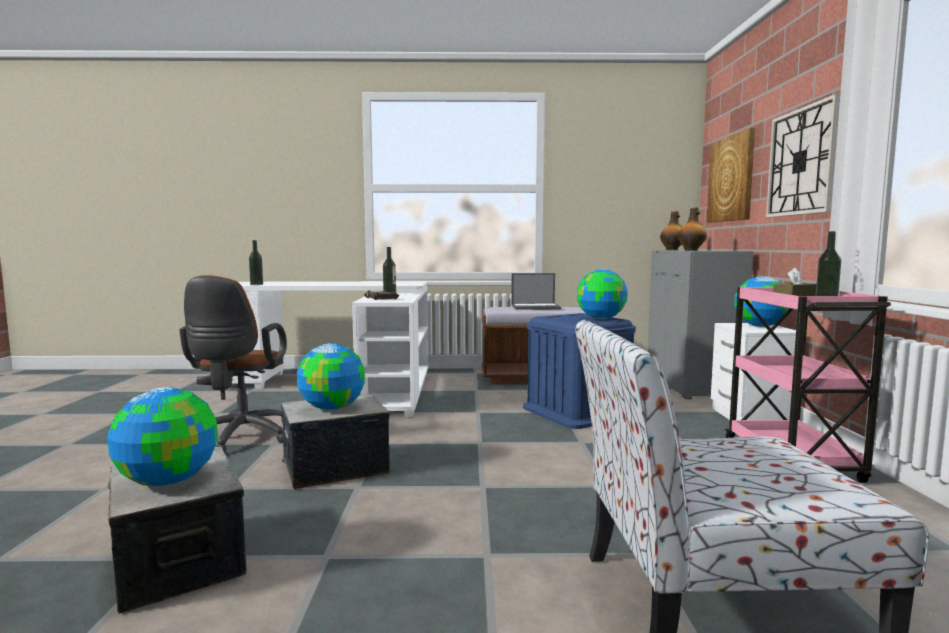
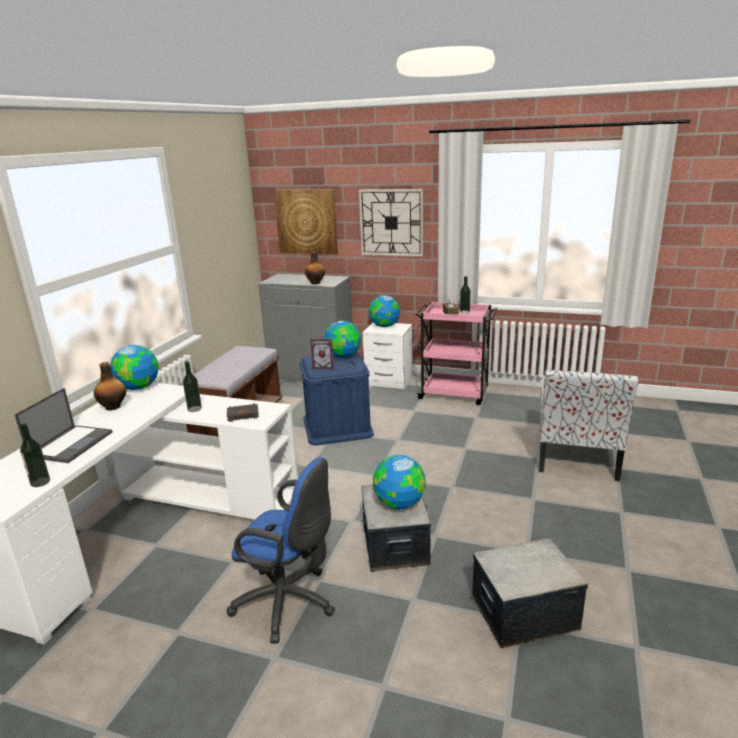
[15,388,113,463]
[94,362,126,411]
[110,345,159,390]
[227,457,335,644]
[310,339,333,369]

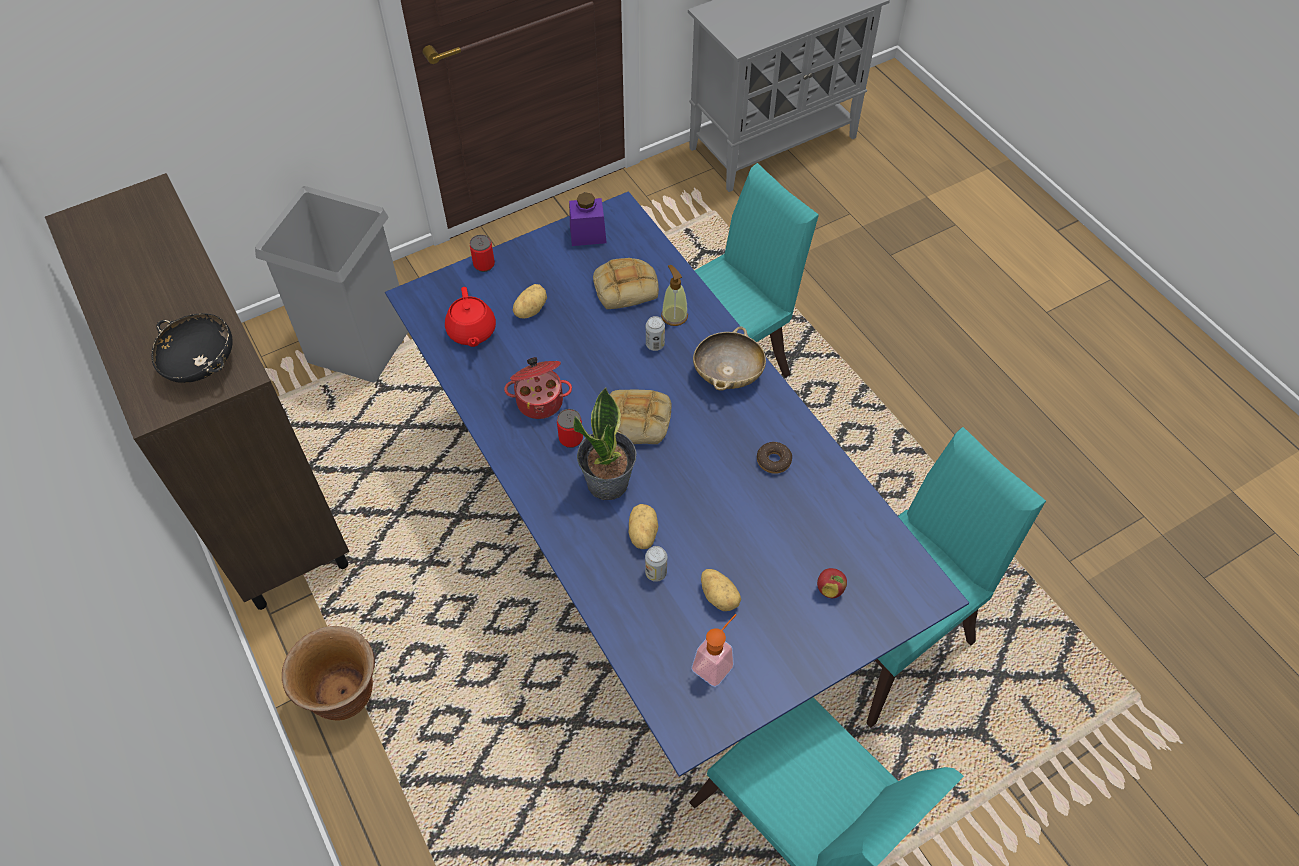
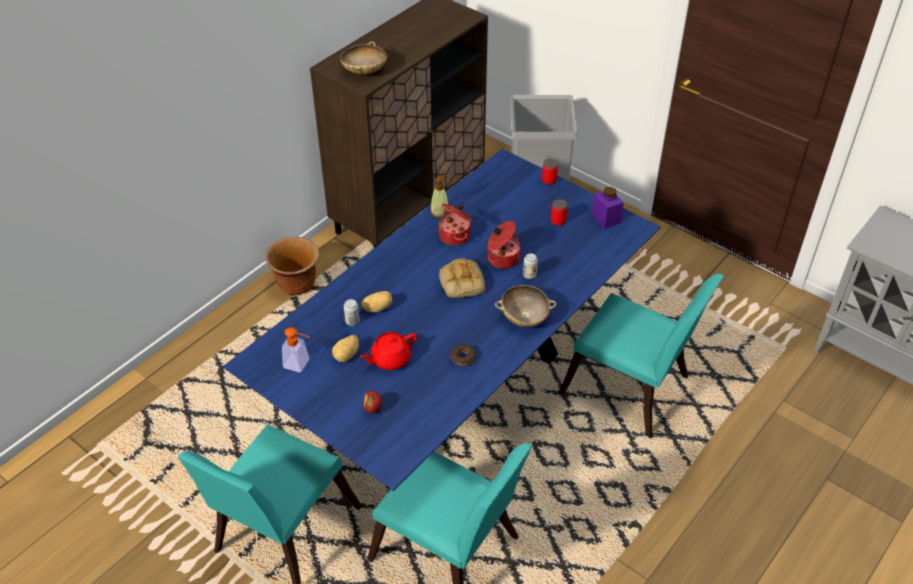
[340,41,387,74]
[360,332,417,370]
[430,175,448,218]
[488,221,521,269]
[551,199,568,226]
[513,284,547,319] (first image)
[573,387,637,500] (first image)
[593,258,659,309] (first image)

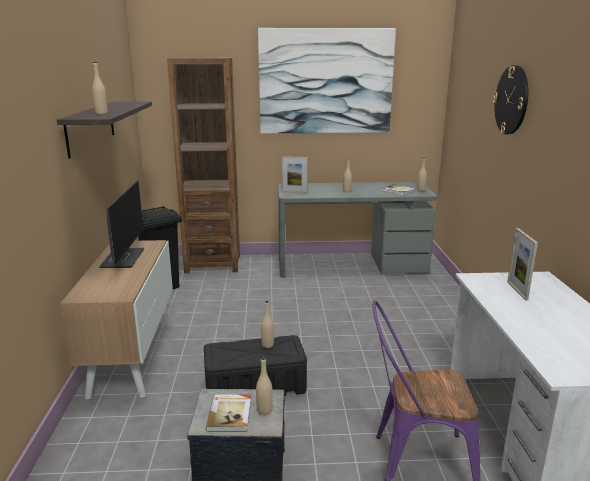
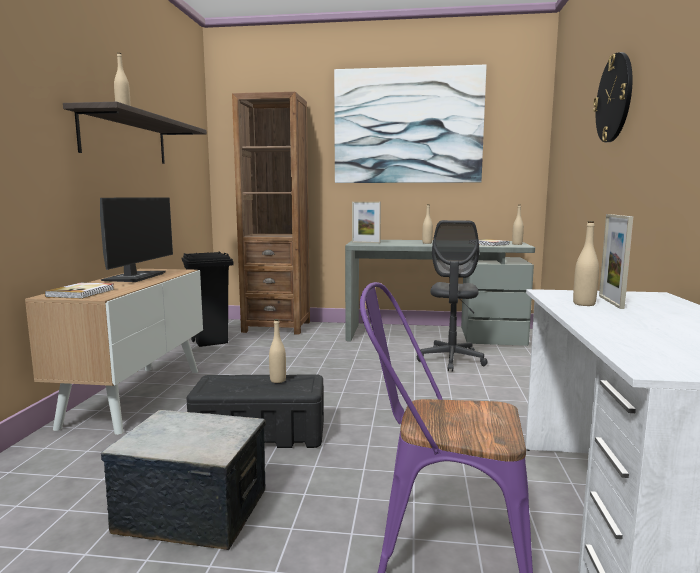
[45,283,114,299]
[417,220,488,372]
[573,221,599,306]

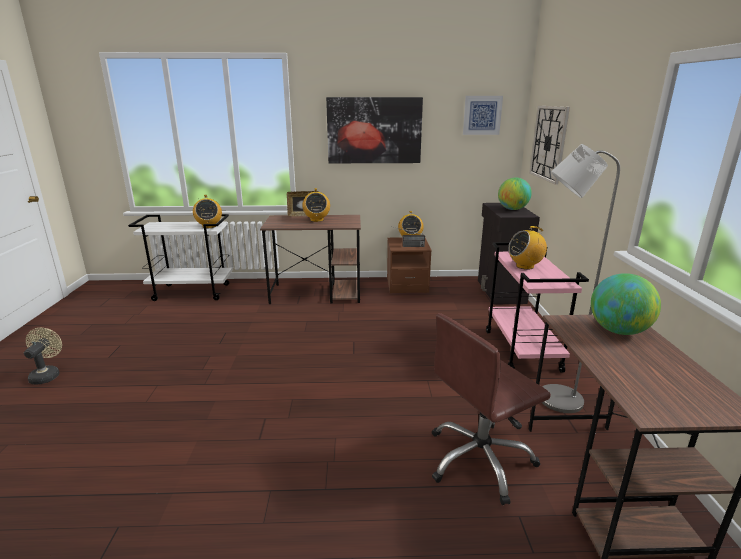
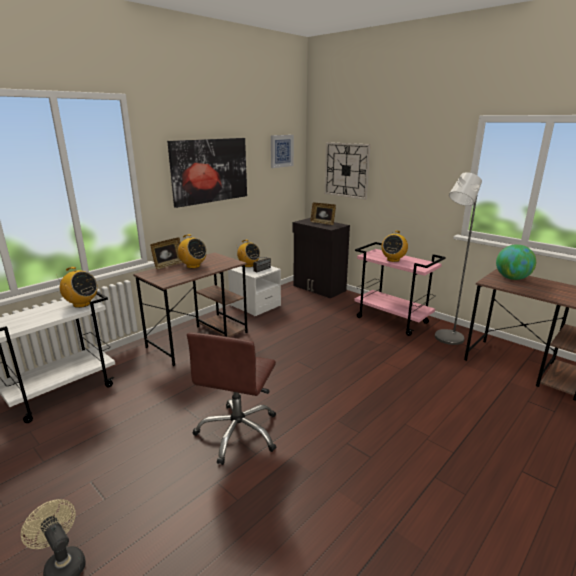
[187,332,276,465]
[228,266,281,316]
[310,202,336,225]

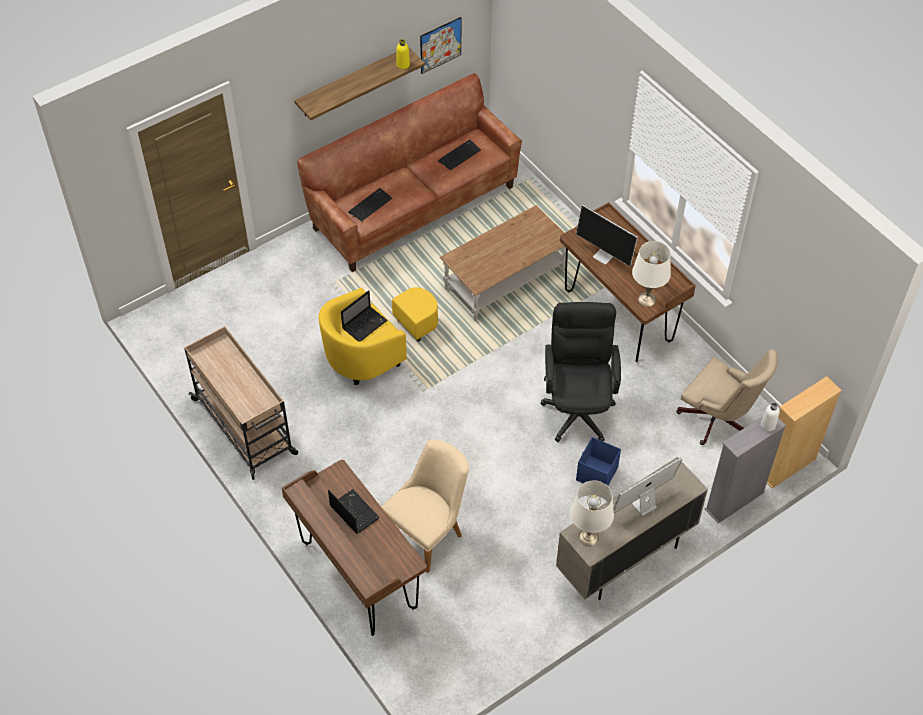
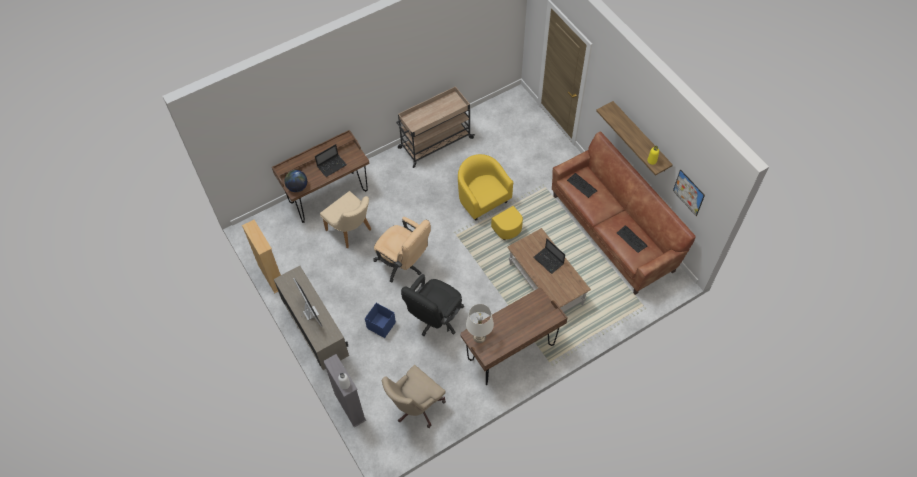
[242,220,281,293]
[284,170,307,192]
[373,217,431,283]
[401,274,464,336]
[533,239,565,274]
[570,480,614,546] (first image)
[576,205,638,266] (first image)

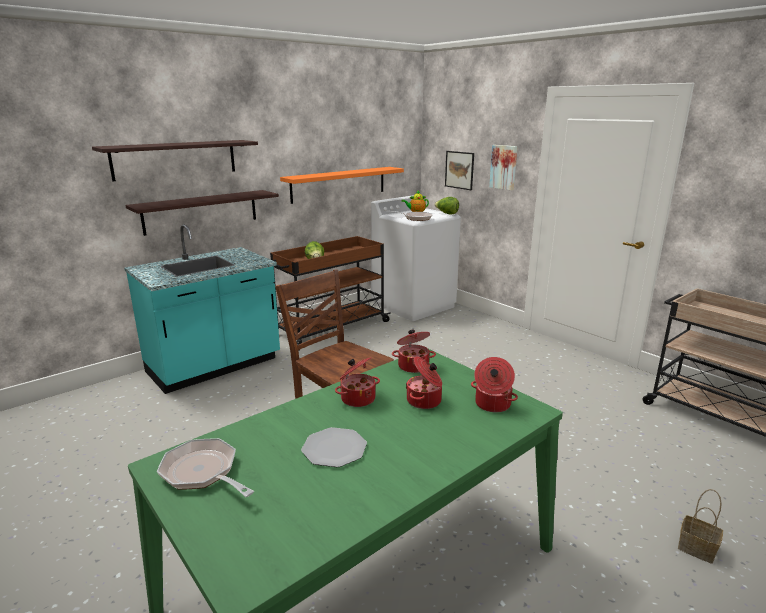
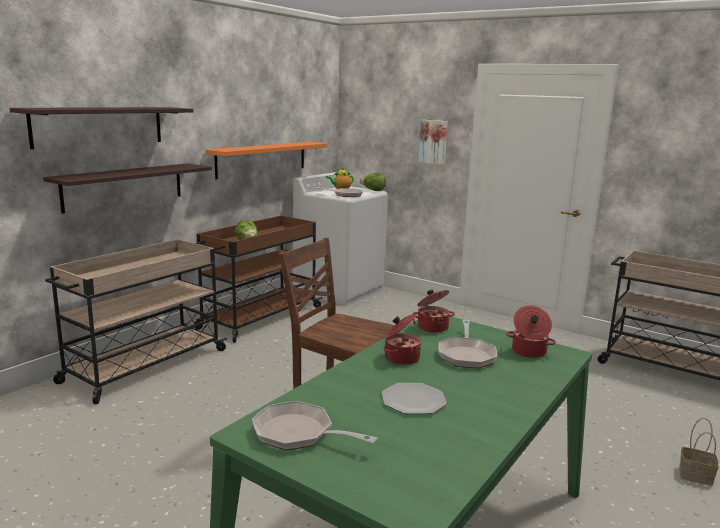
[45,239,227,404]
[438,319,497,368]
[445,151,474,190] (first image)

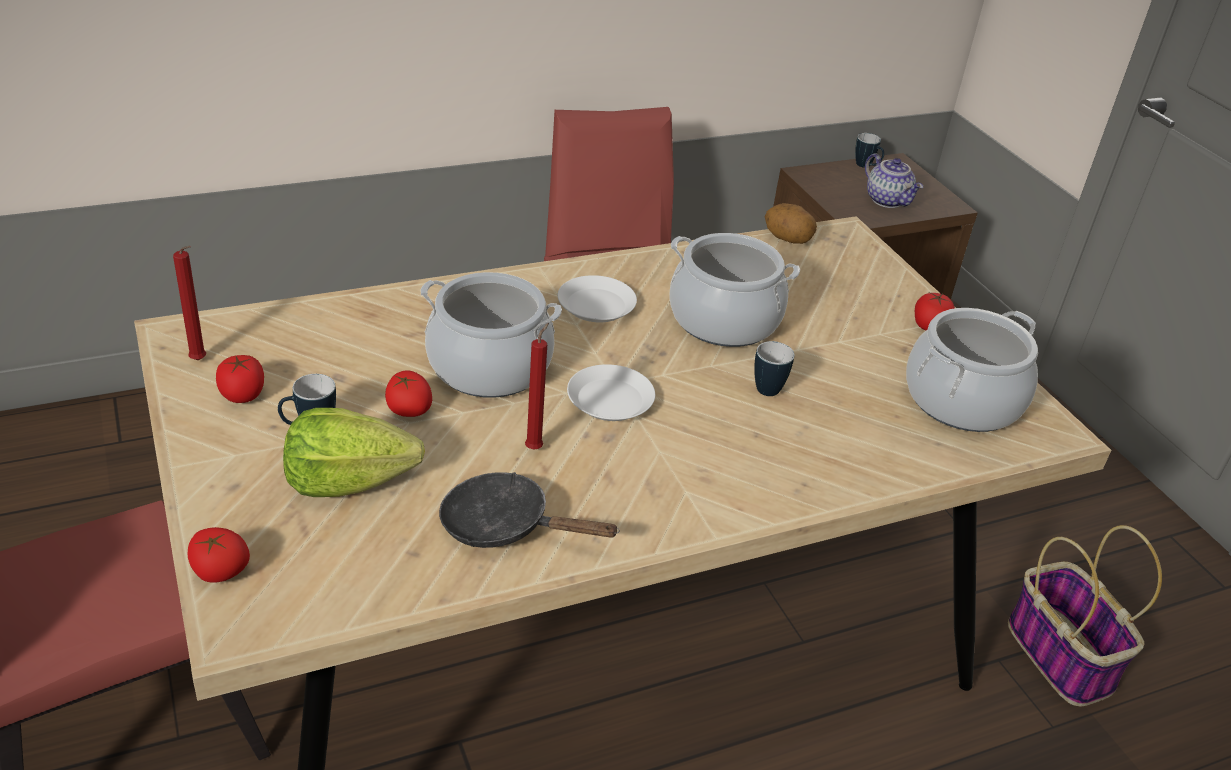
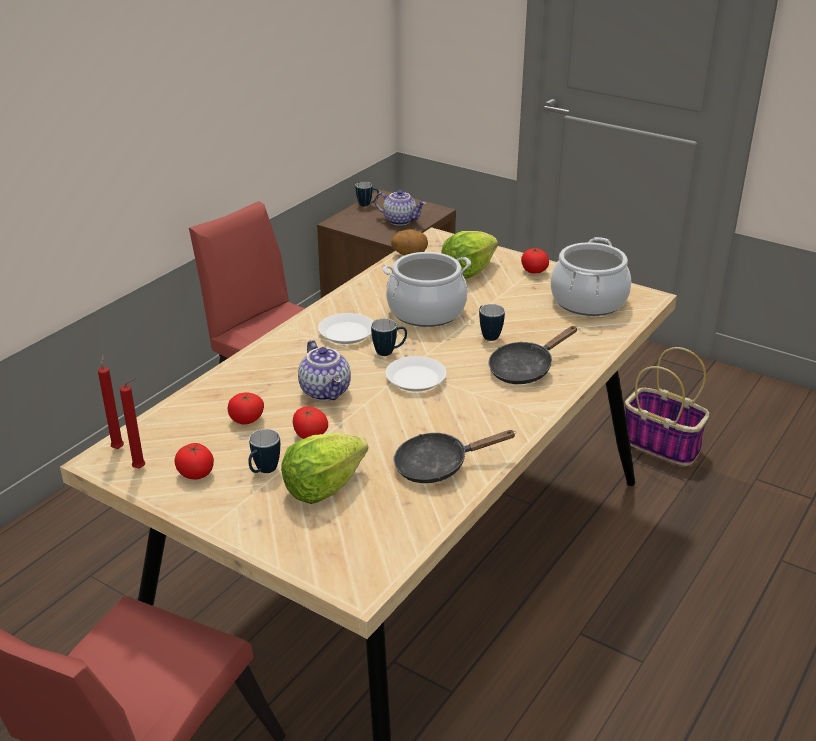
[98,354,124,449]
[228,392,264,425]
[298,340,351,401]
[371,319,407,356]
[441,231,498,279]
[488,326,578,384]

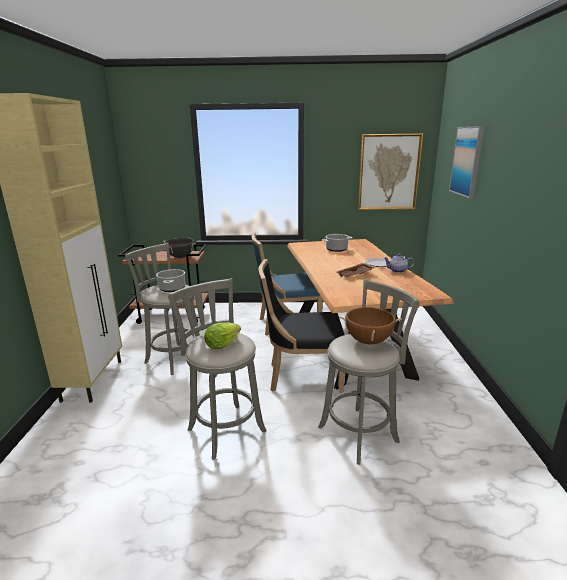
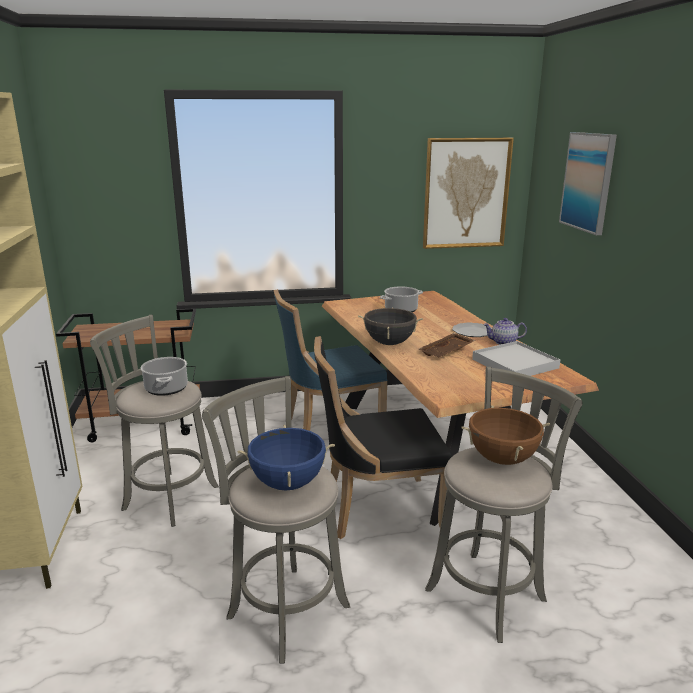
[237,425,335,490]
[358,307,423,345]
[472,341,560,376]

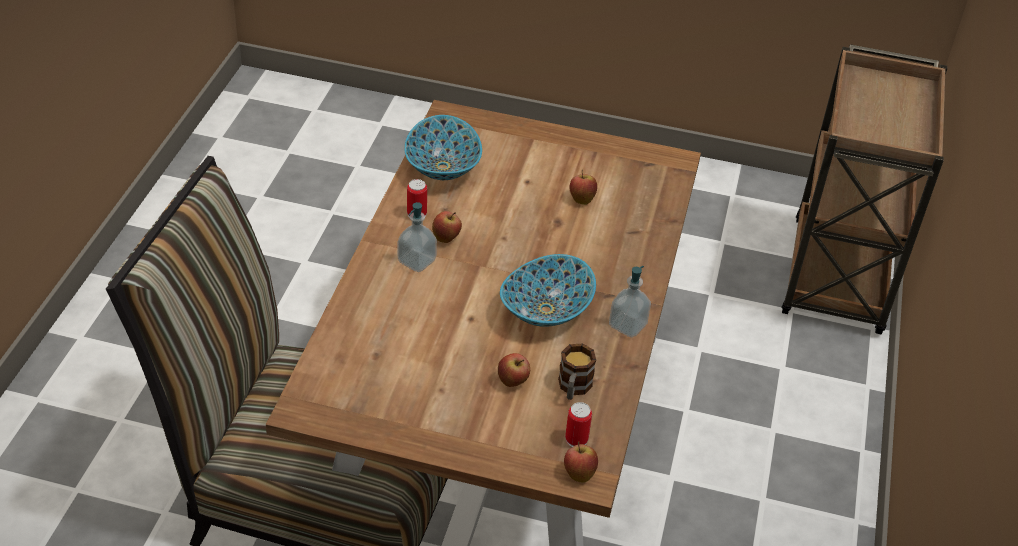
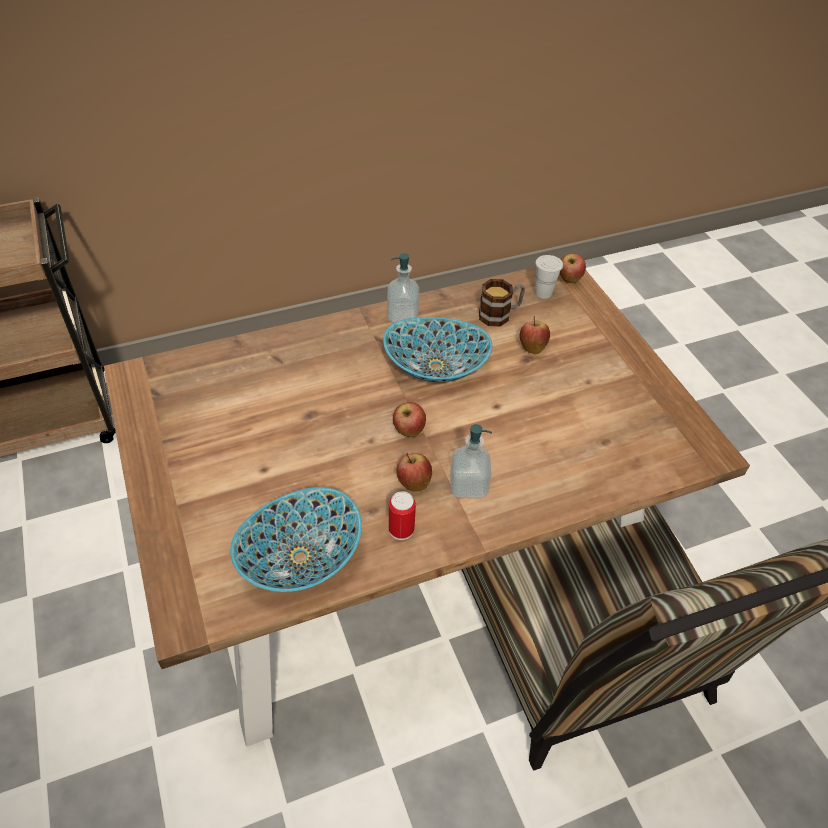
[393,402,426,437]
[535,255,563,299]

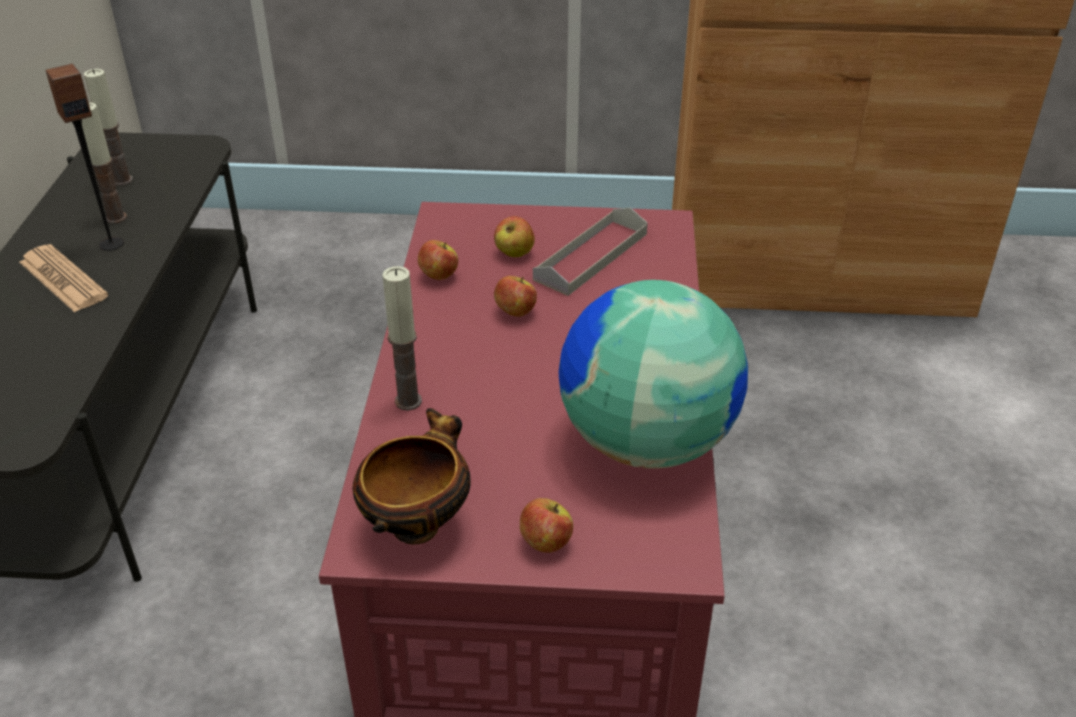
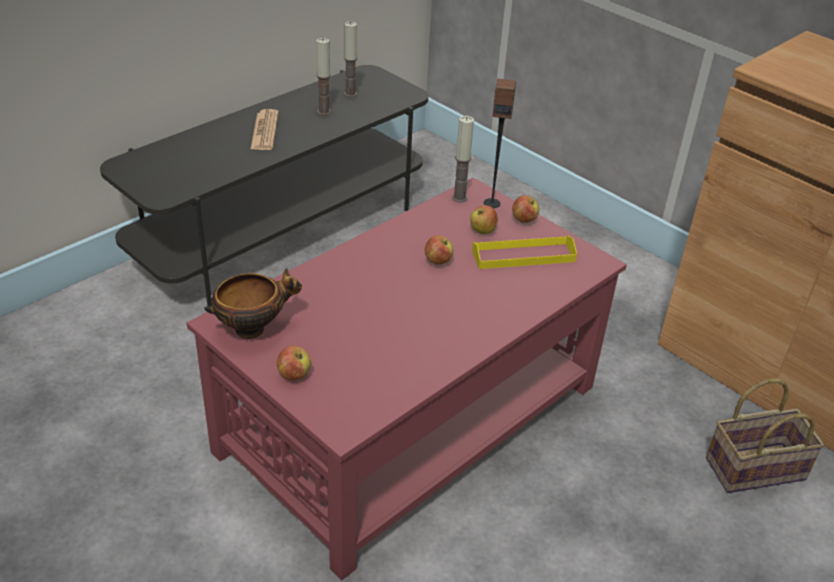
[452,116,474,202]
[472,235,577,269]
[484,79,516,208]
[512,195,539,223]
[706,378,825,493]
[559,280,748,469] (first image)

